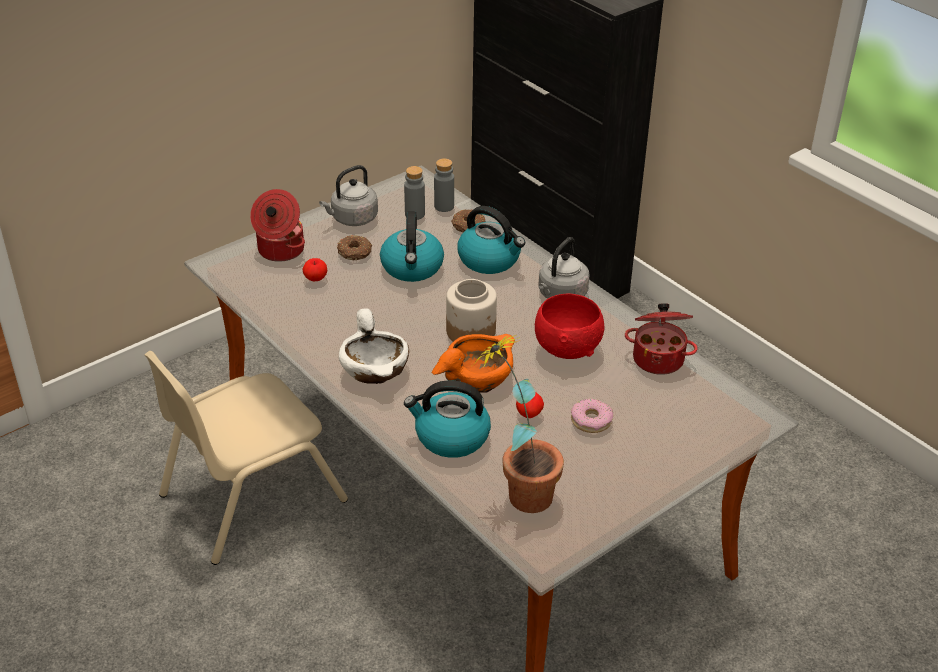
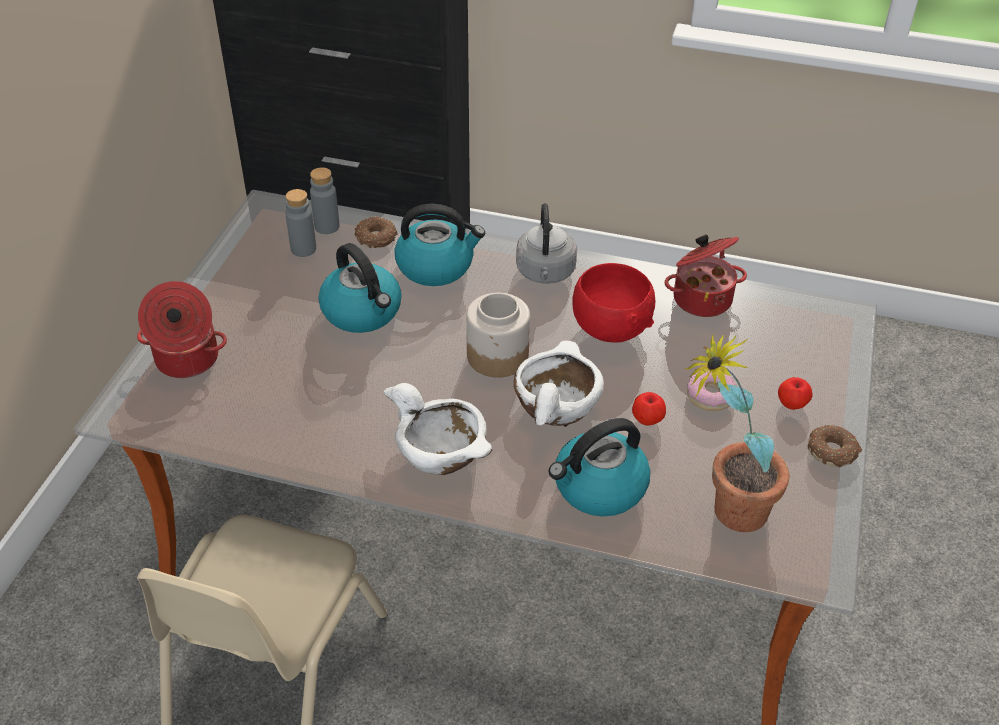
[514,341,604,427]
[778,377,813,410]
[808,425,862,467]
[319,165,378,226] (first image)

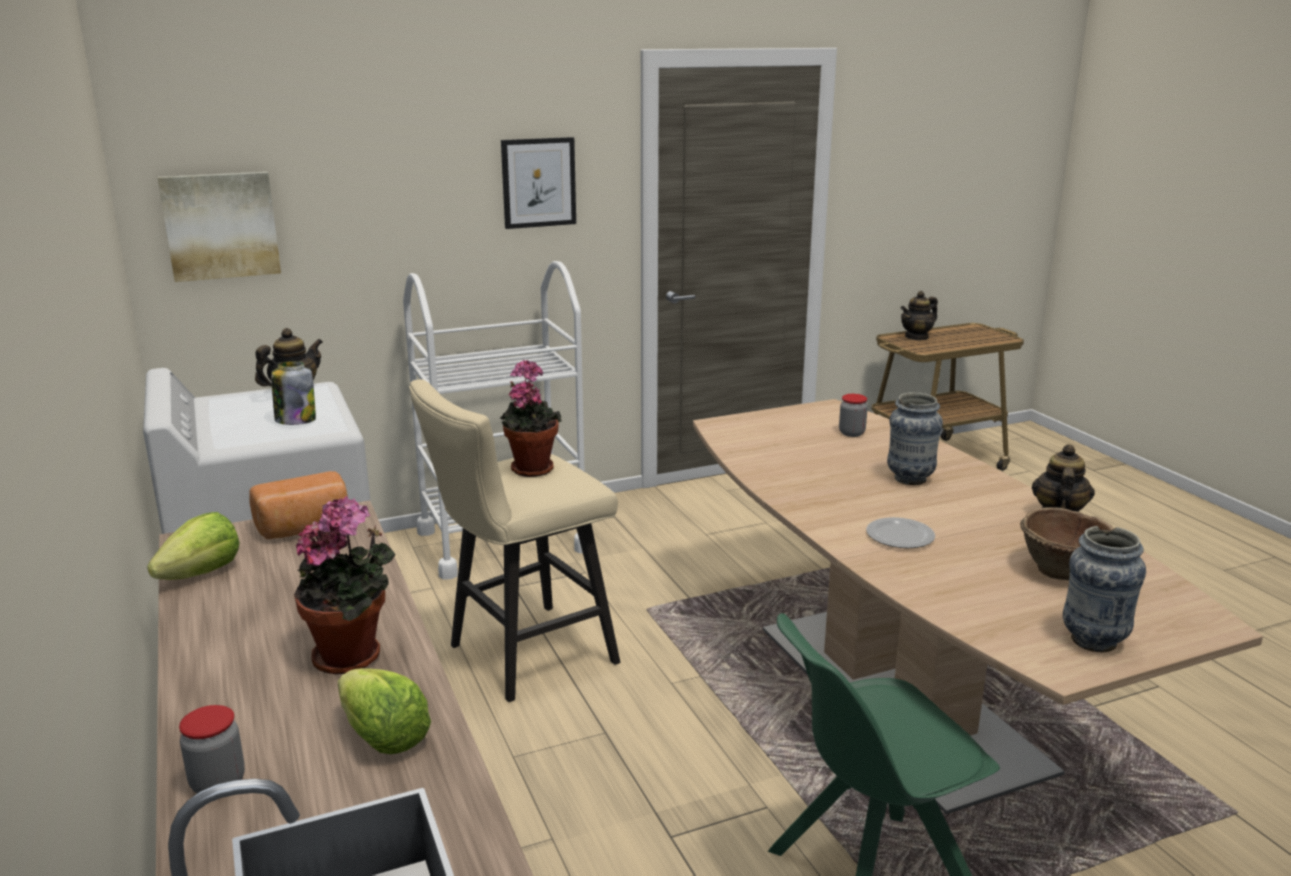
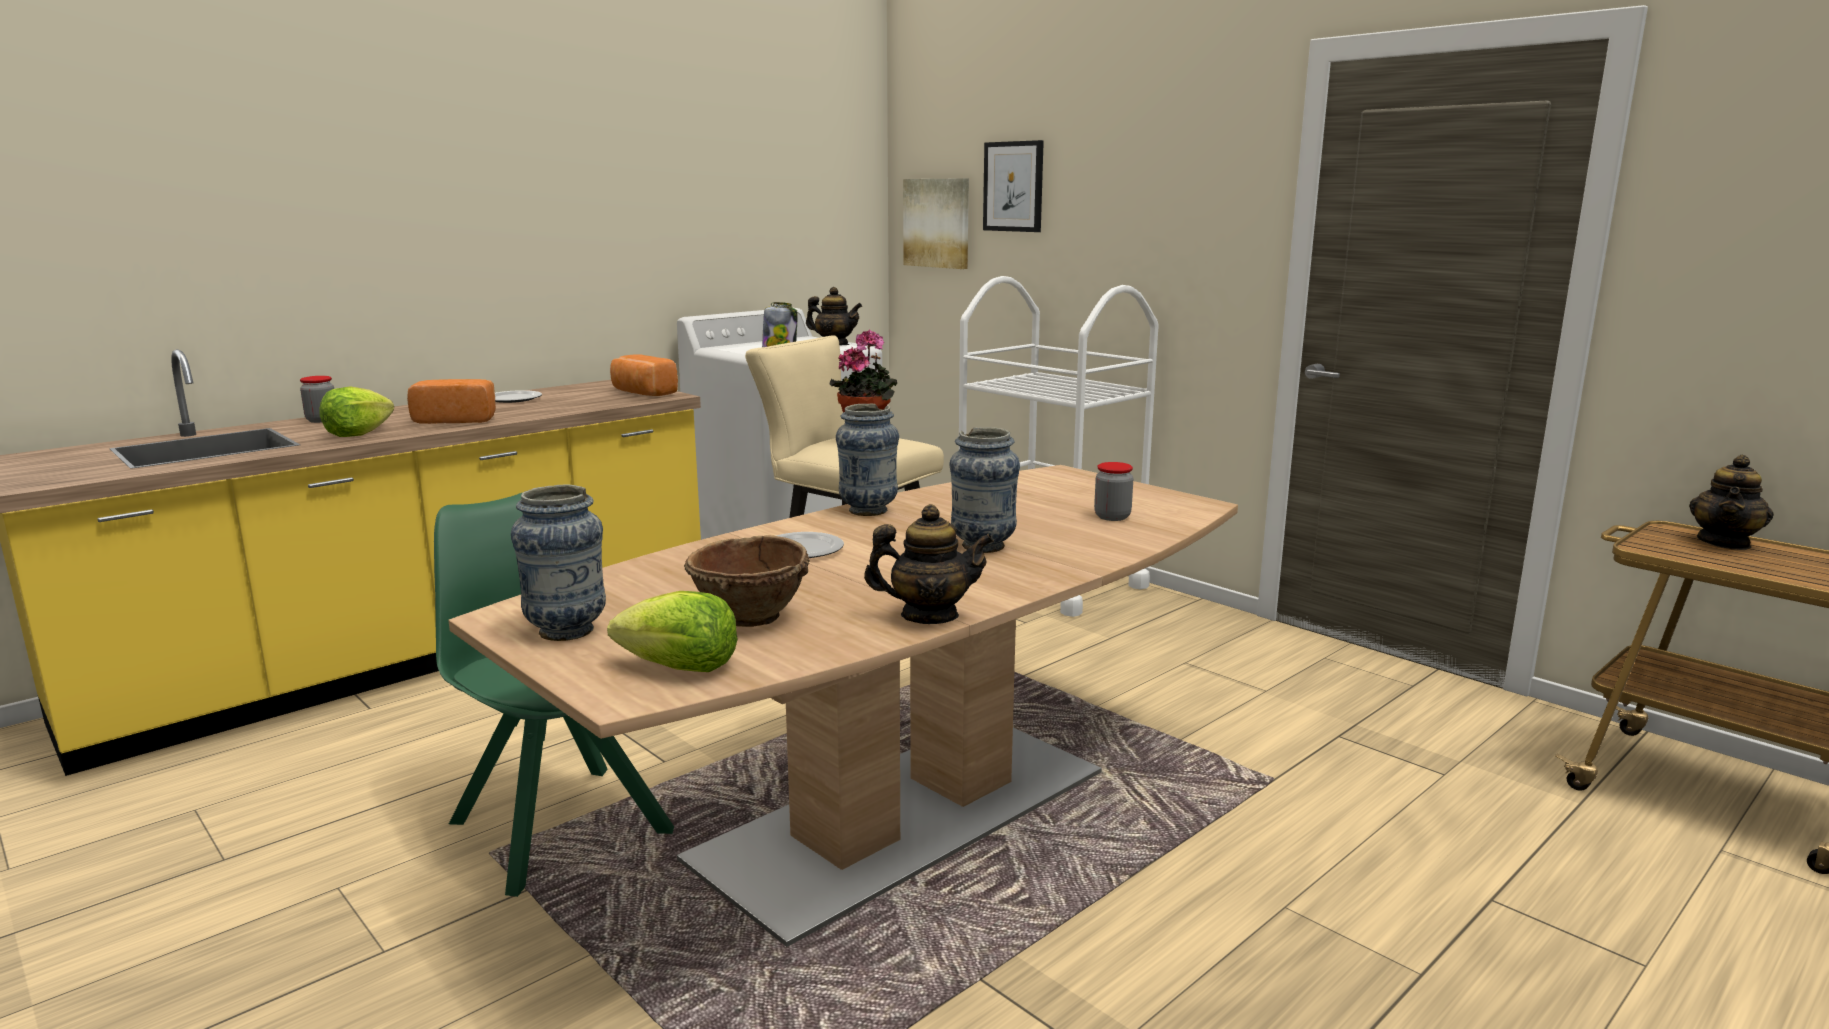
[407,379,496,424]
[495,390,542,403]
[607,591,738,672]
[836,404,899,516]
[983,140,1044,232]
[1689,455,1774,550]

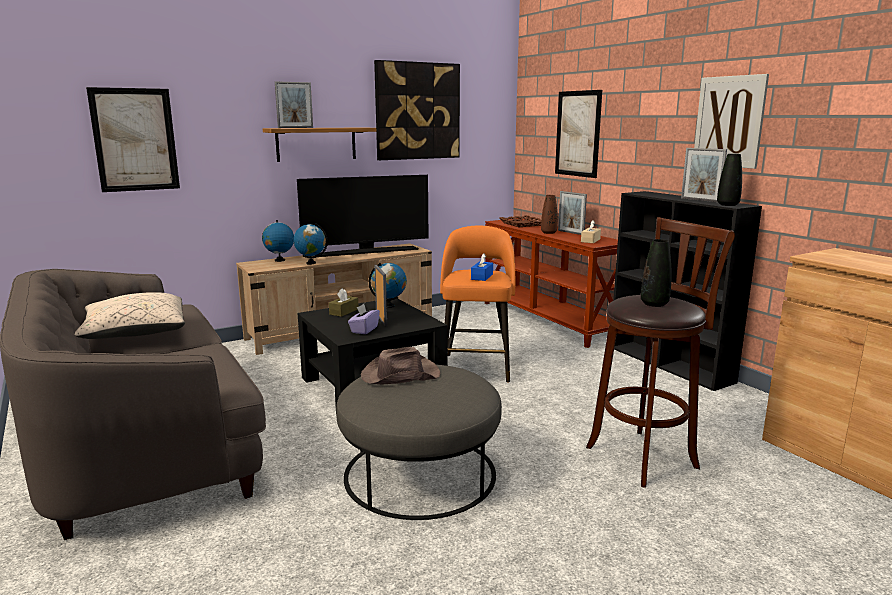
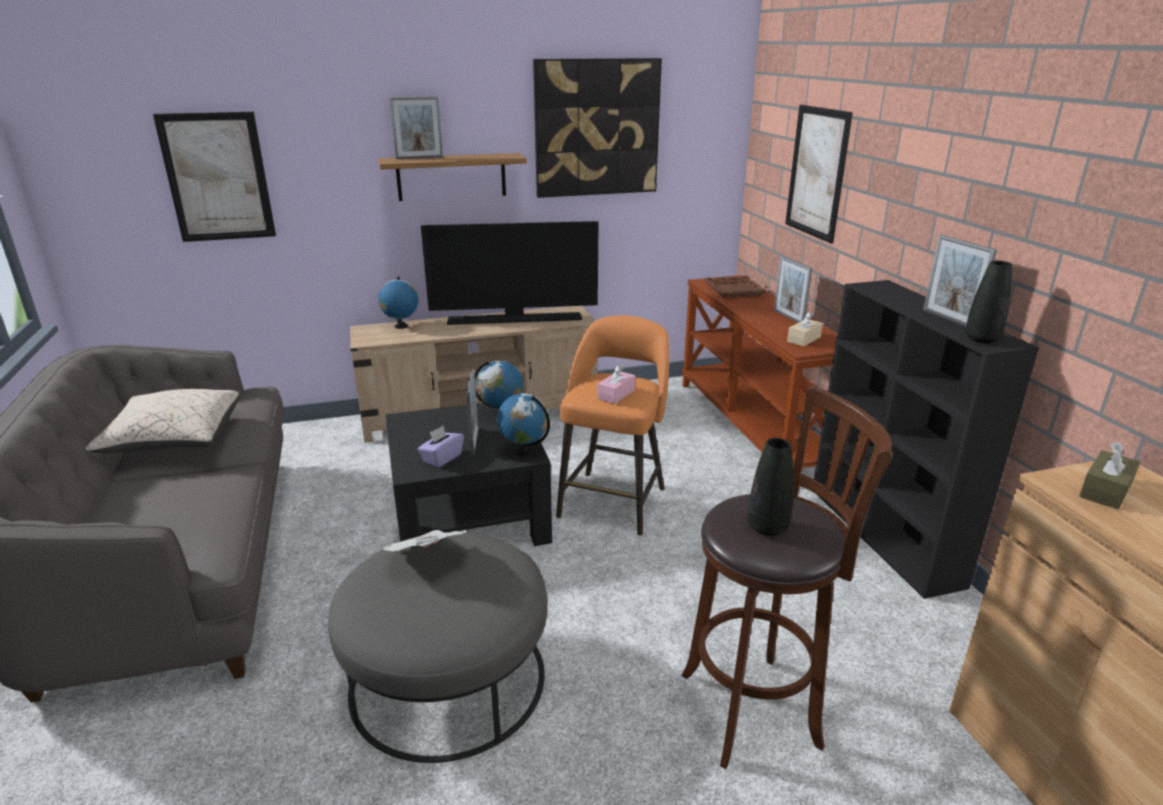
[383,530,465,551]
[497,393,550,456]
[597,364,635,404]
[1079,442,1140,509]
[541,195,558,234] (first image)
[694,74,769,169] (first image)

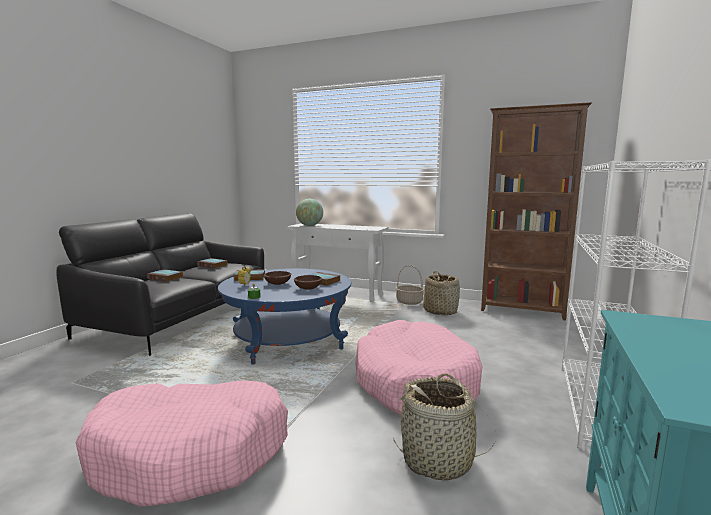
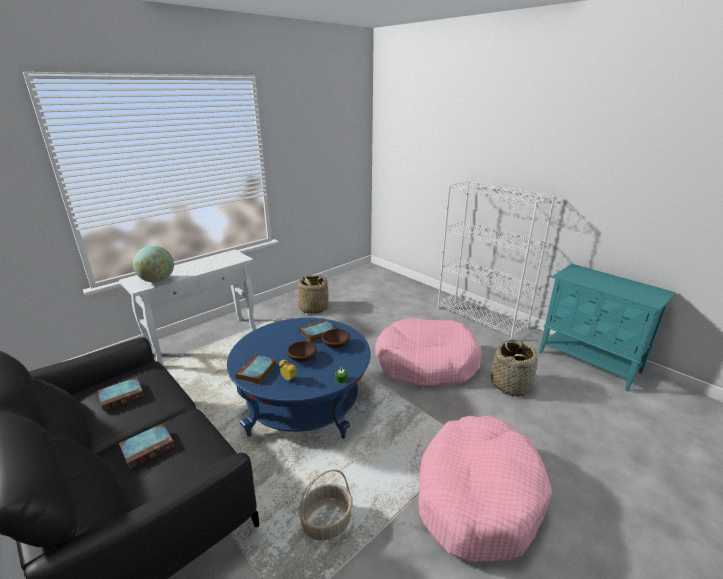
[298,470,353,541]
[481,102,592,320] (first image)

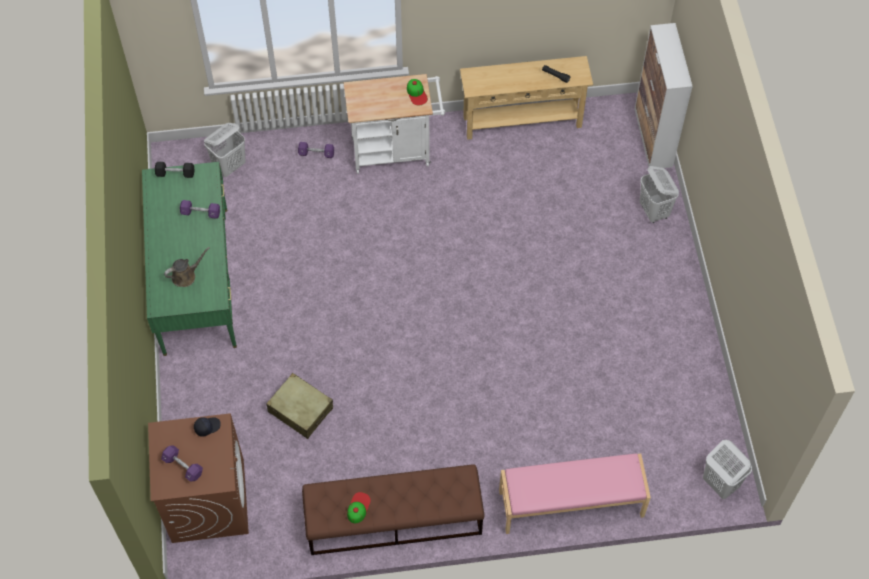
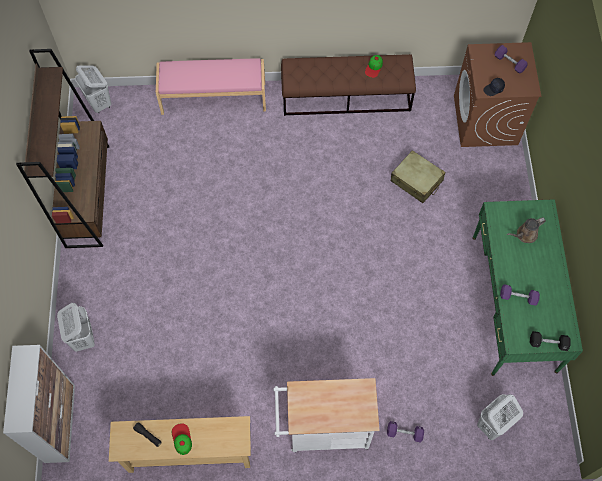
[16,49,109,248]
[172,423,192,455]

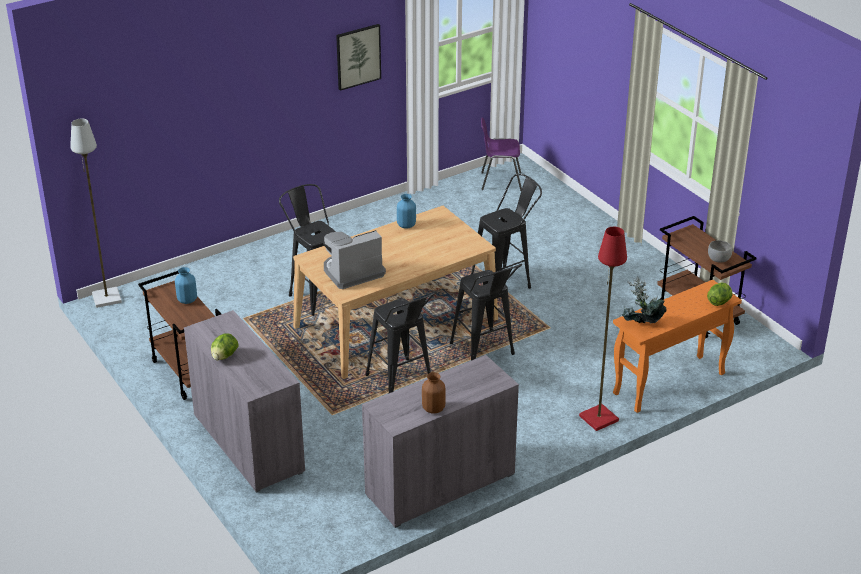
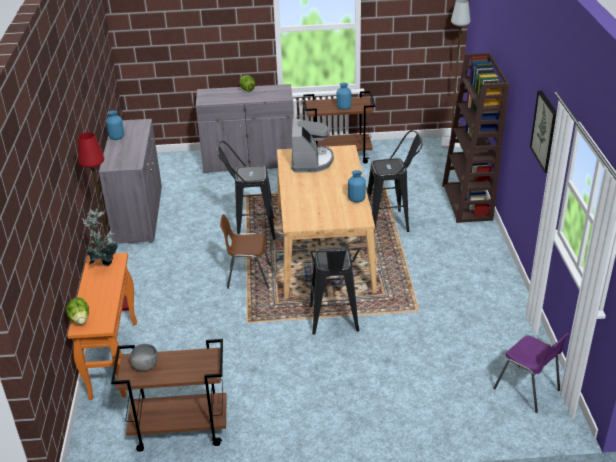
[106,110,124,140]
[220,214,271,289]
[442,53,509,223]
[493,332,569,413]

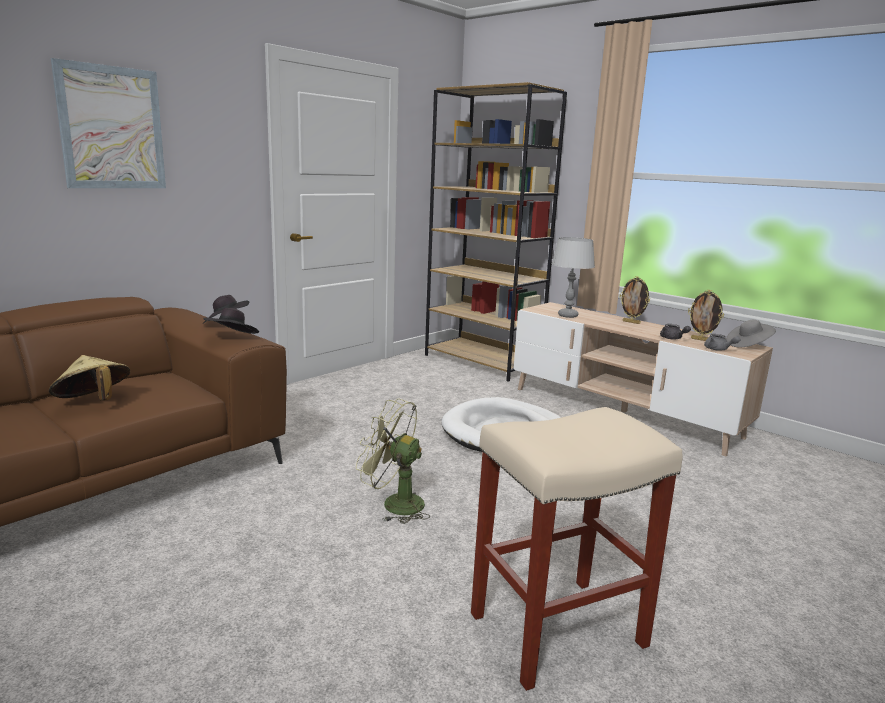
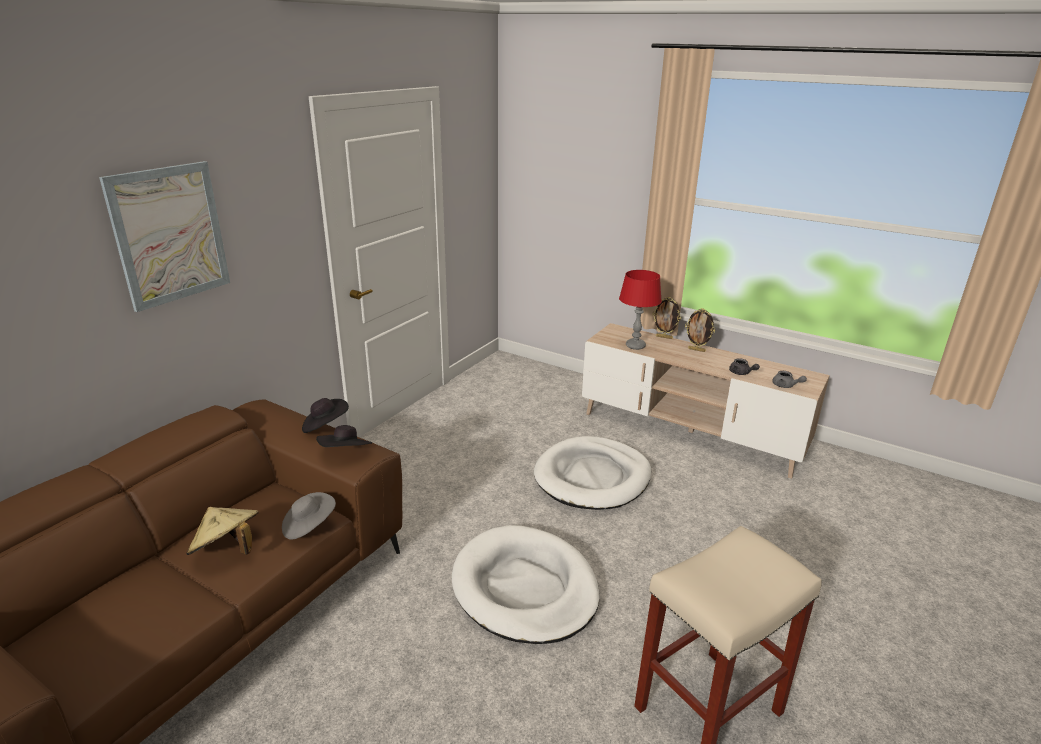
[282,492,336,540]
[452,525,600,644]
[619,270,662,350]
[653,297,681,339]
[425,82,567,382] (first image)

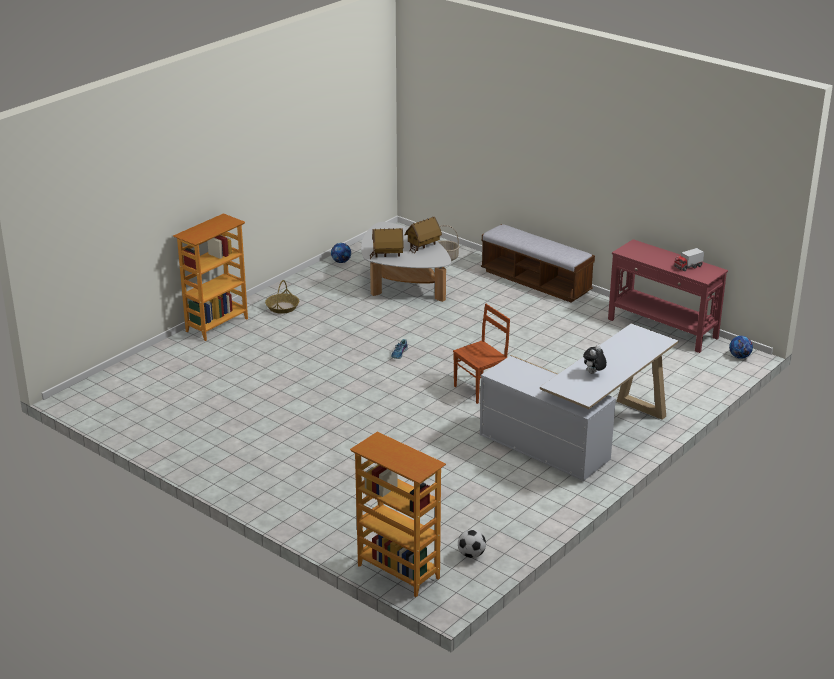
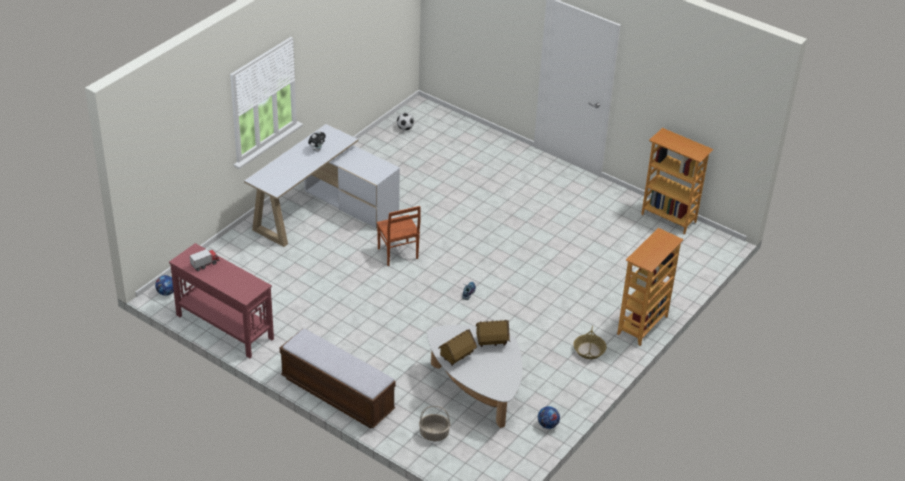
[377,206,420,266]
[641,128,714,234]

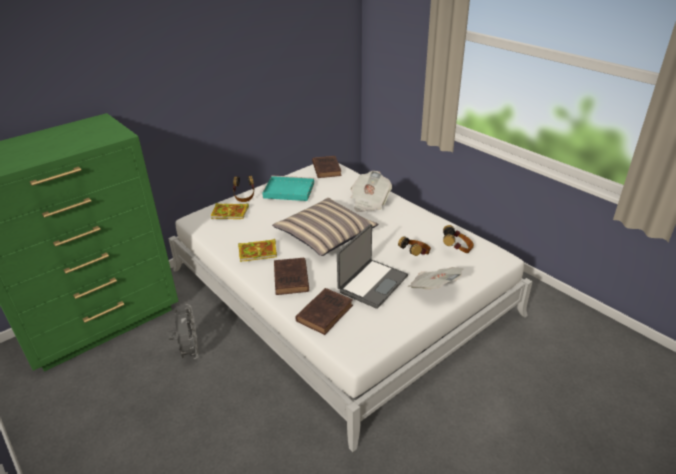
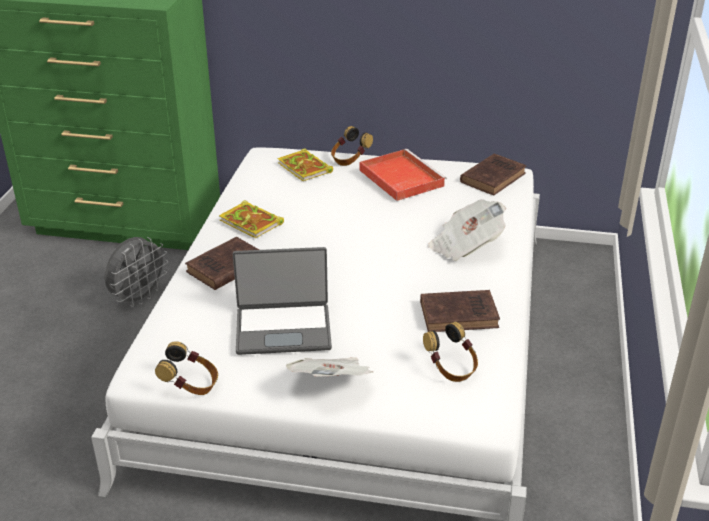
[155,341,218,395]
[359,149,447,201]
[420,290,500,332]
[272,198,378,256] (first image)

